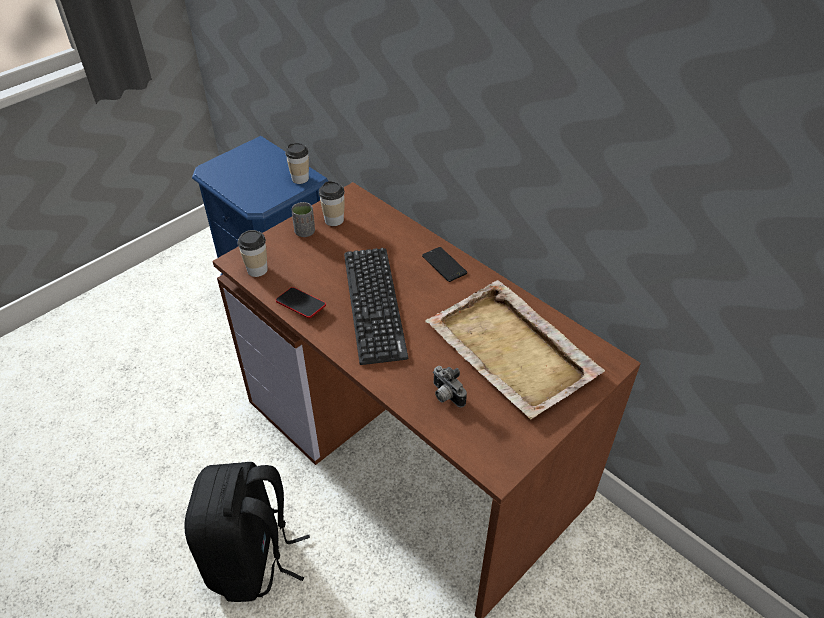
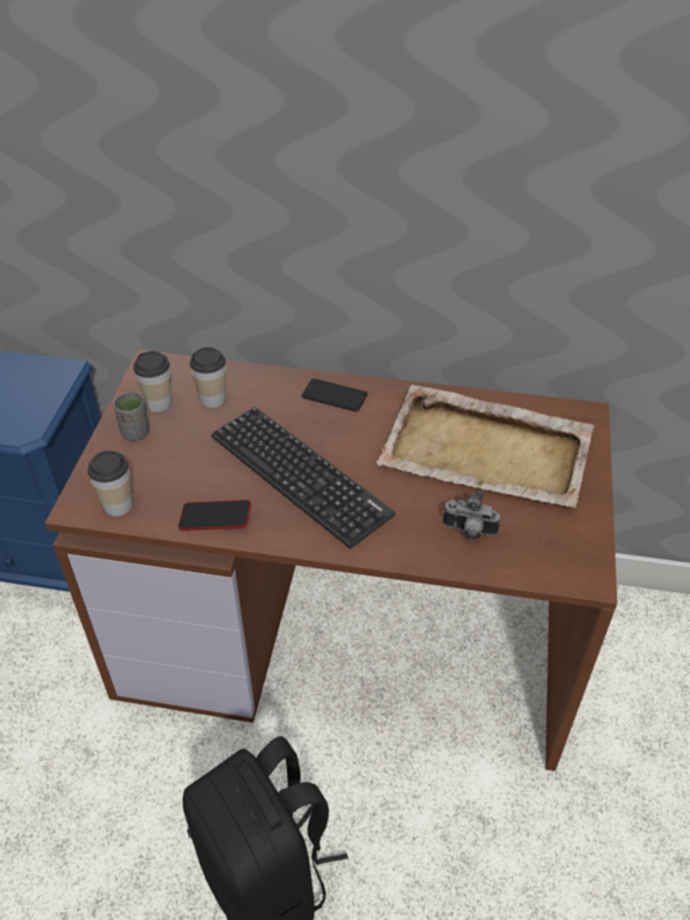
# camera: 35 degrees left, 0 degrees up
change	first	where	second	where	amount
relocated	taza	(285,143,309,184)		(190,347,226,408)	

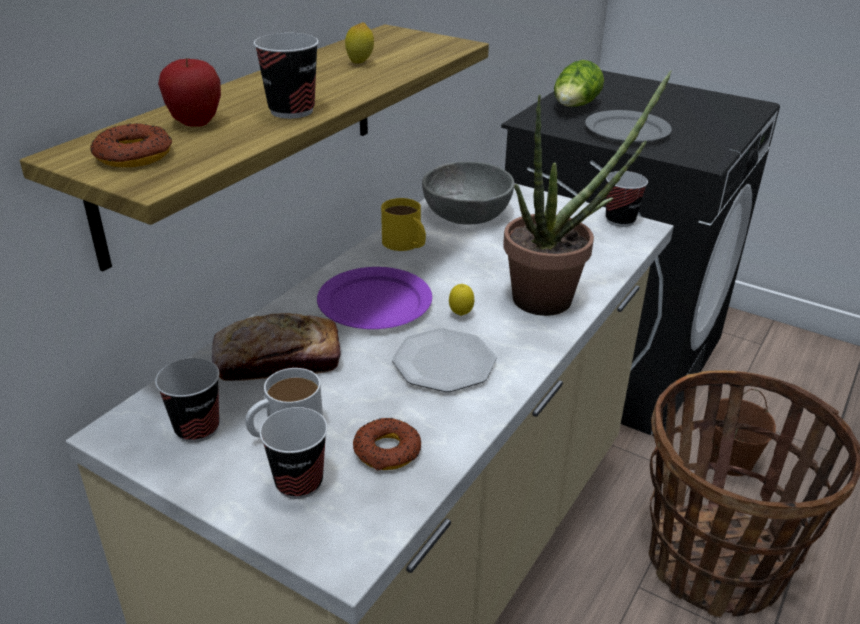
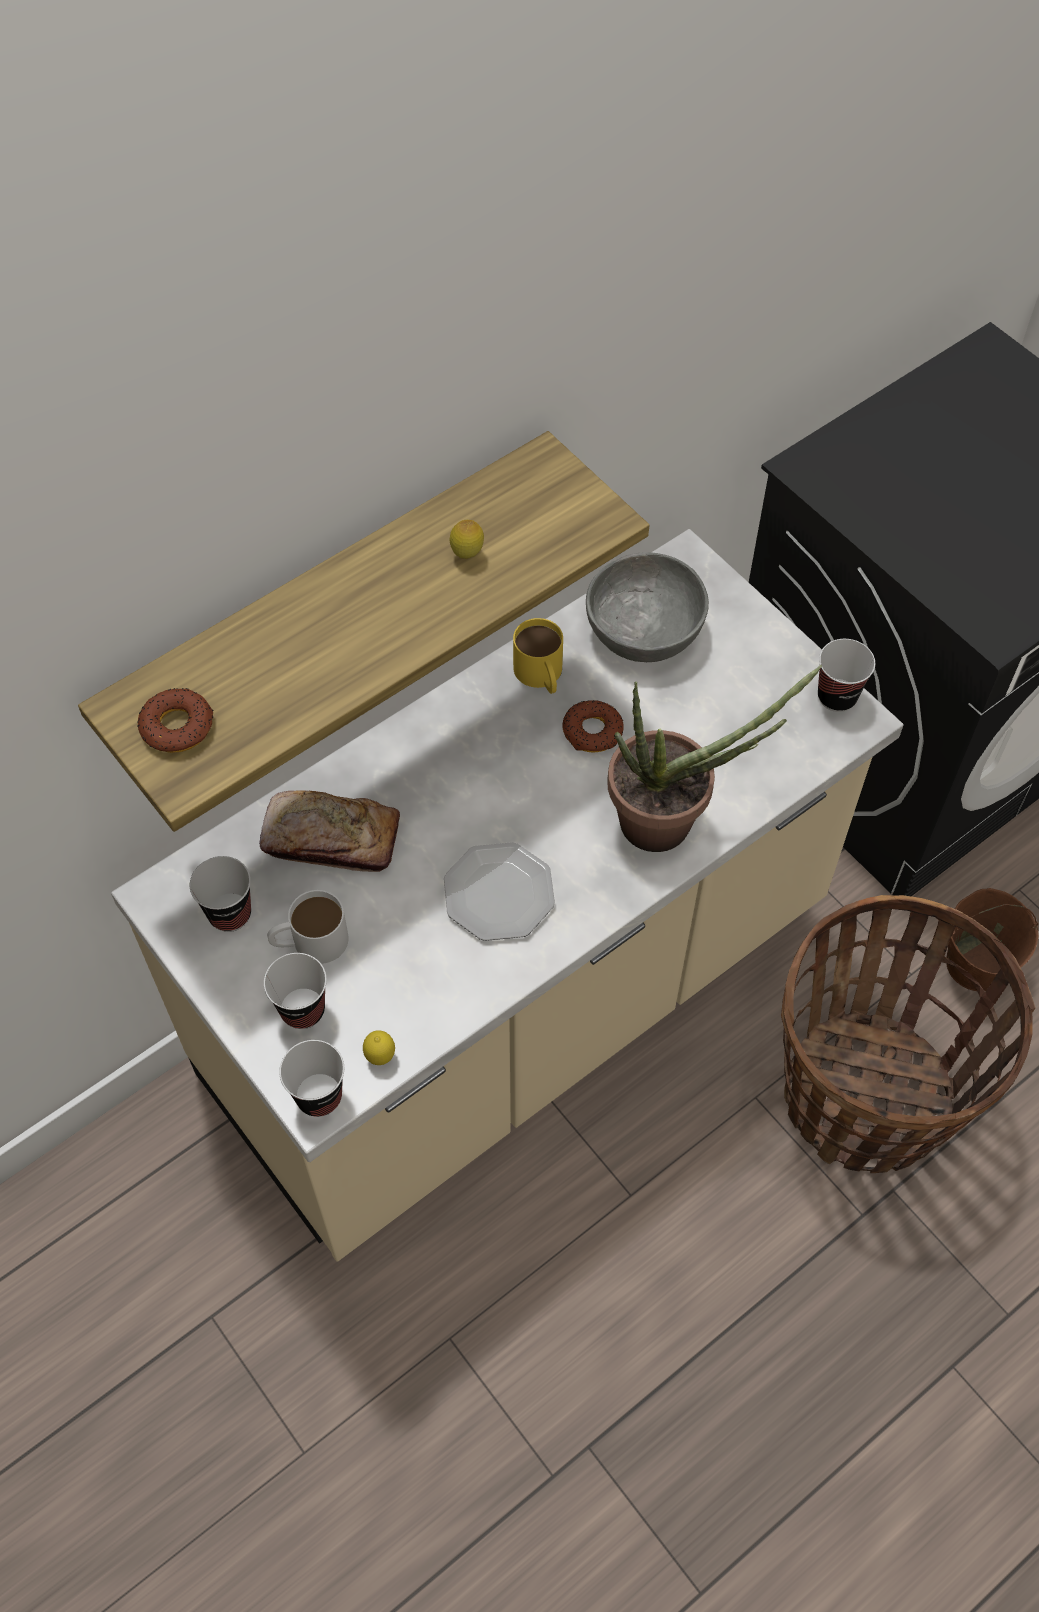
# camera: 20 degrees right, 25 degrees up
change	first	where	second	where	amount
relocated	taza	(254,33,319,119)		(279,1040,344,1117)	
missing	manzana	(158,58,221,127)			
missing	lechuga	(554,60,604,107)			
missing	plato (gris)	(585,110,672,143)			
missing	plato (morado)	(317,267,432,329)			
relocated	limón	(449,284,474,316)		(363,1030,395,1065)	
relocated	rosquilla	(353,418,421,471)		(562,700,624,752)	

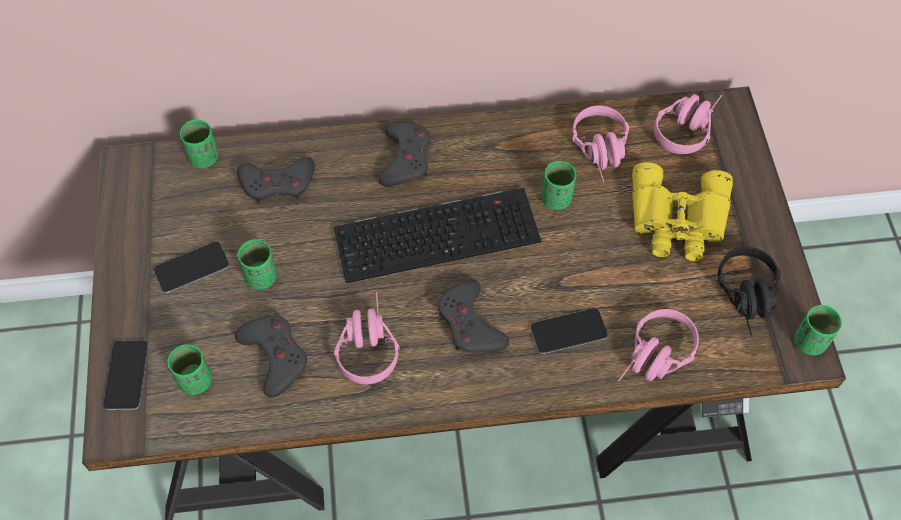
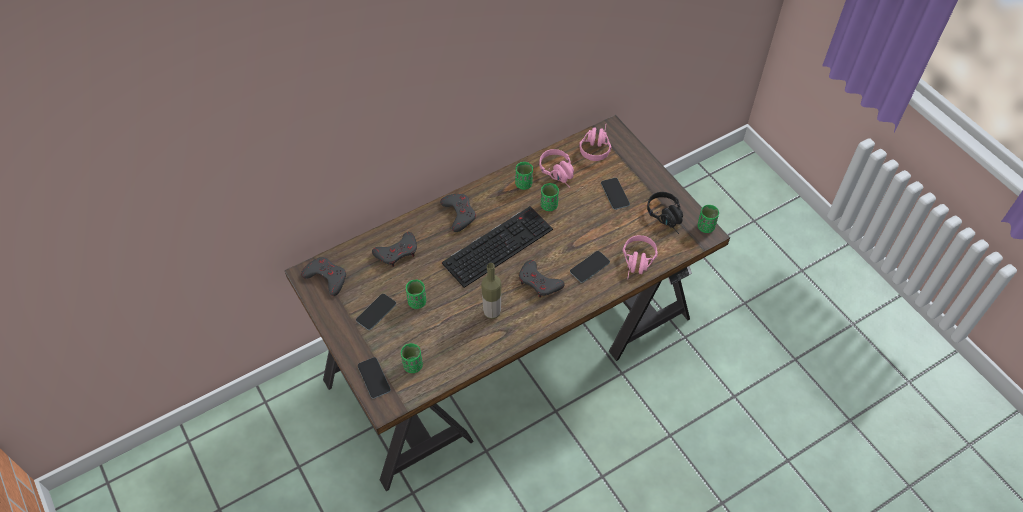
# camera: 25 degrees left, 5 degrees down
change	first	where	second	where	amount
relocated	taza (verde)	(180,120,218,168)		(515,162,533,190)	
exchanged	prismáticos (amarillo)	(632,162,733,261)	móvil	(601,178,630,210)	
exchanged	auriculares (rosa)	(334,292,400,384)	botella	(481,263,501,319)	
relocated	mando de consola (gris)	(235,316,307,398)		(301,257,346,296)	

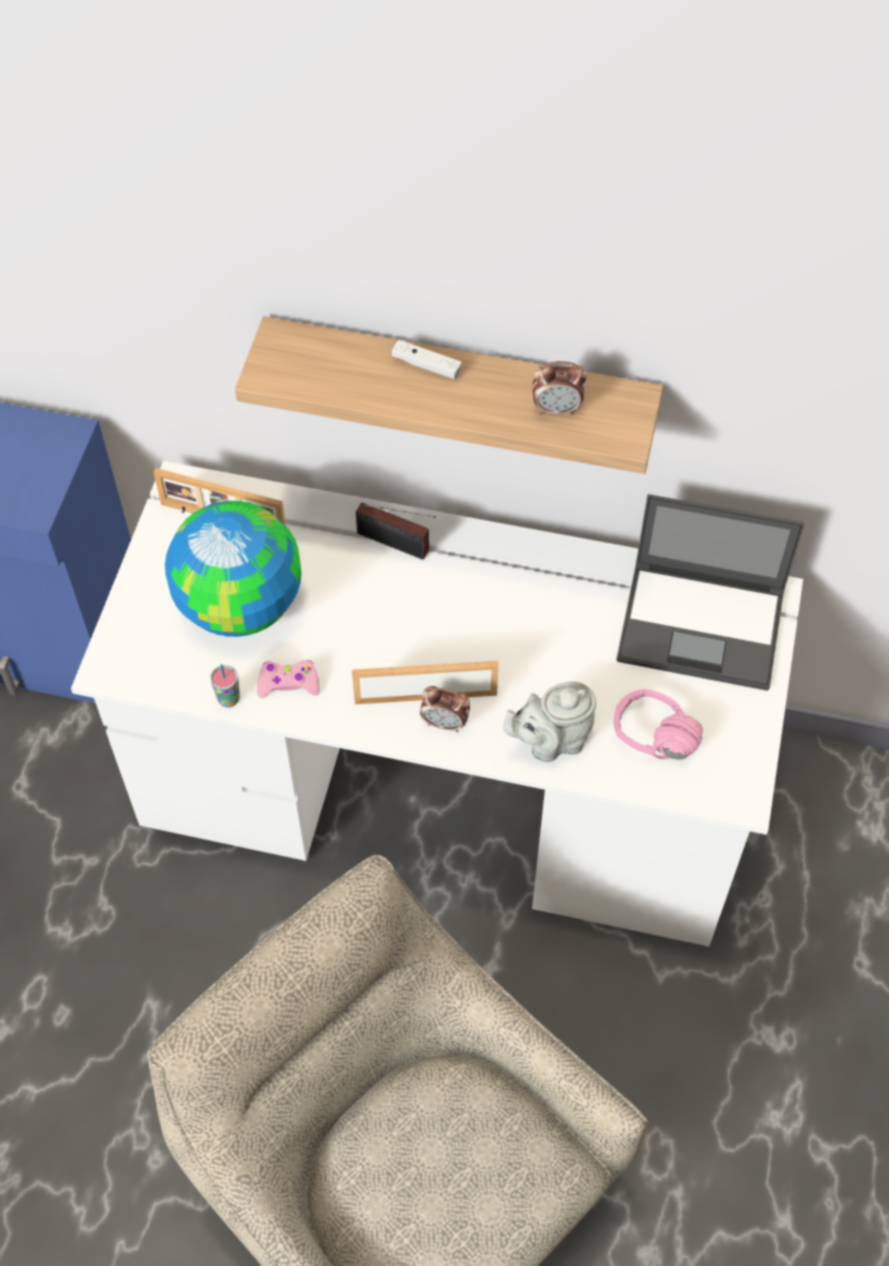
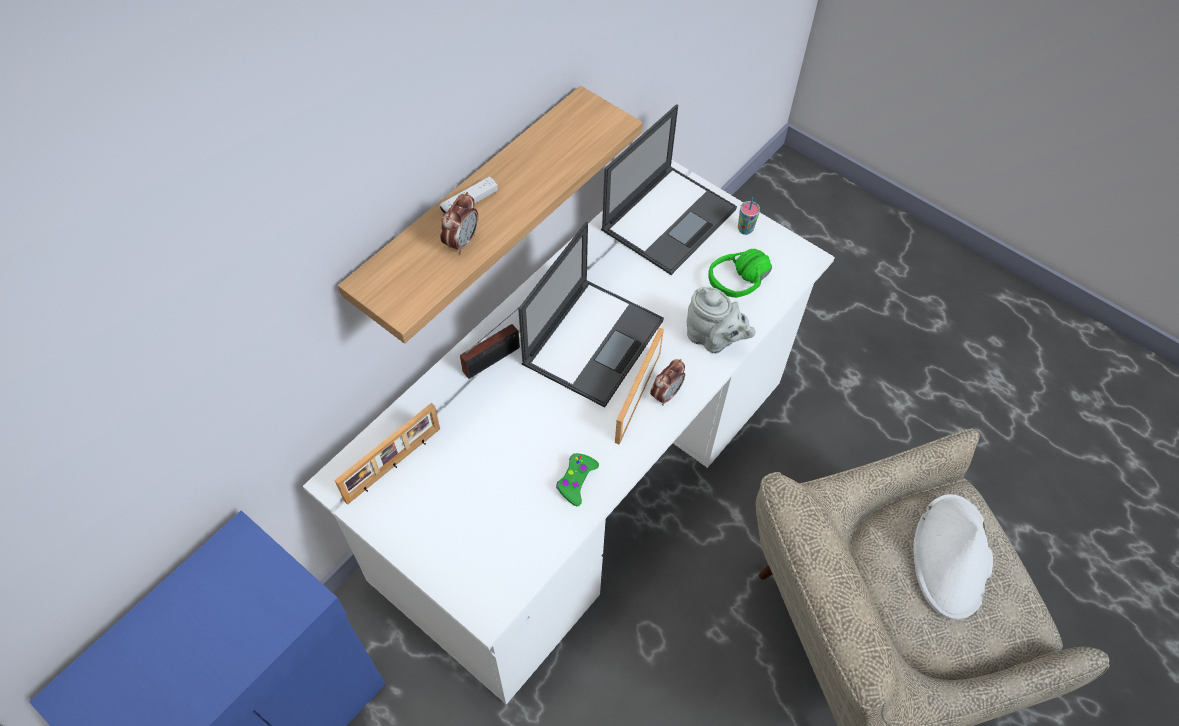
# camera: 65 degrees left, 0 degrees up
change	first	where	second	where	amount
relocated	despertador	(532,361,587,415)		(440,192,478,255)	
missing	globo terráqueo	(165,501,301,637)			
colour	mando de consola (rosa)	(257,660,320,698)	mando de consola (verde)	(556,453,599,506)	
relocated	taza	(210,664,240,708)		(738,197,760,235)	
spun	tetera (gris)	(503,681,596,762)		(686,287,755,353)	60 degrees counterclockwise
colour	auriculares (rosa)	(614,689,703,760)	auriculares (verde)	(708,249,772,298)	
appeared			portátil	(518,222,664,407)	
appeared			sombrero (blanco)	(913,494,993,620)	

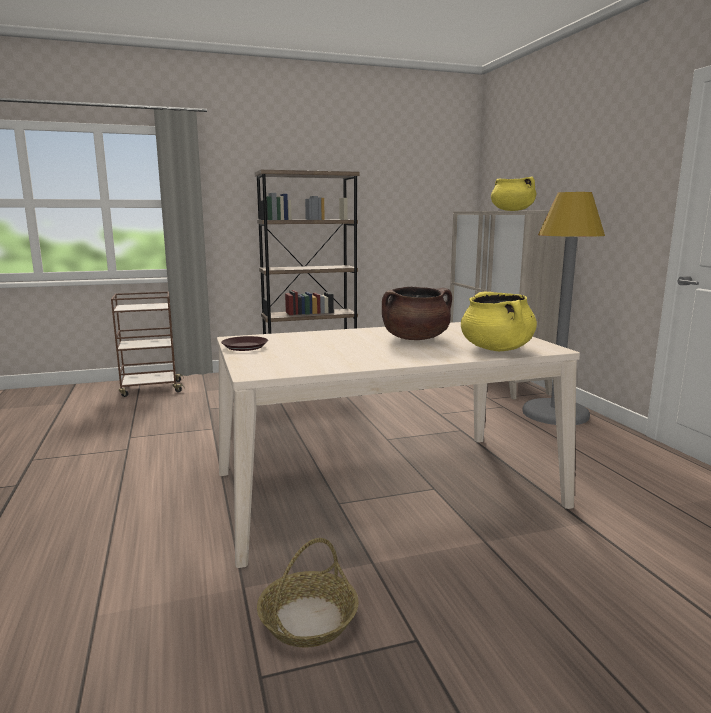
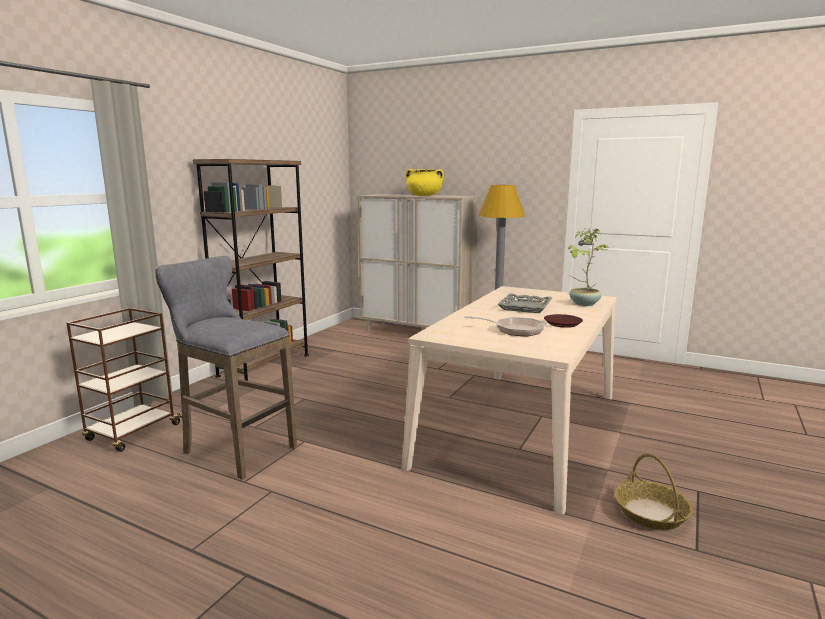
# camera: 45 degrees left, 0 degrees up
change	first	where	second	where	amount
exchanged	olla (marrón)	(382,286,452,340)	bandeja (gris)	(498,294,552,313)	
exchanged	olla (amarillo)	(461,292,537,351)	planta en maceta	(568,228,609,306)	
relocated	plato (marrón)	(221,336,268,351)		(544,314,583,328)	
appeared			taburete (gris)	(155,256,297,480)	
appeared			sartén	(464,316,545,337)	

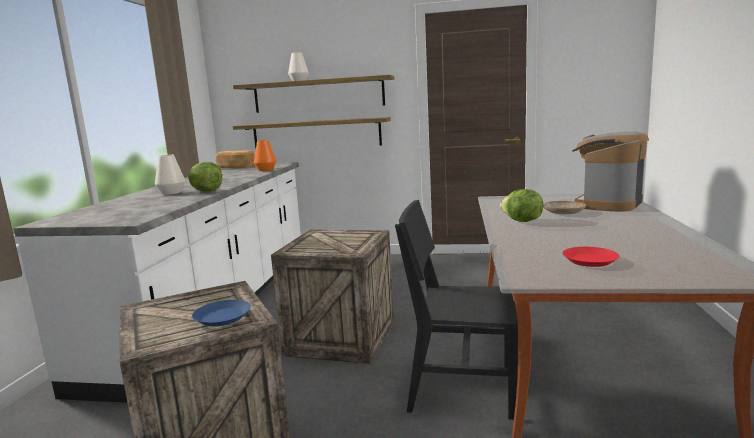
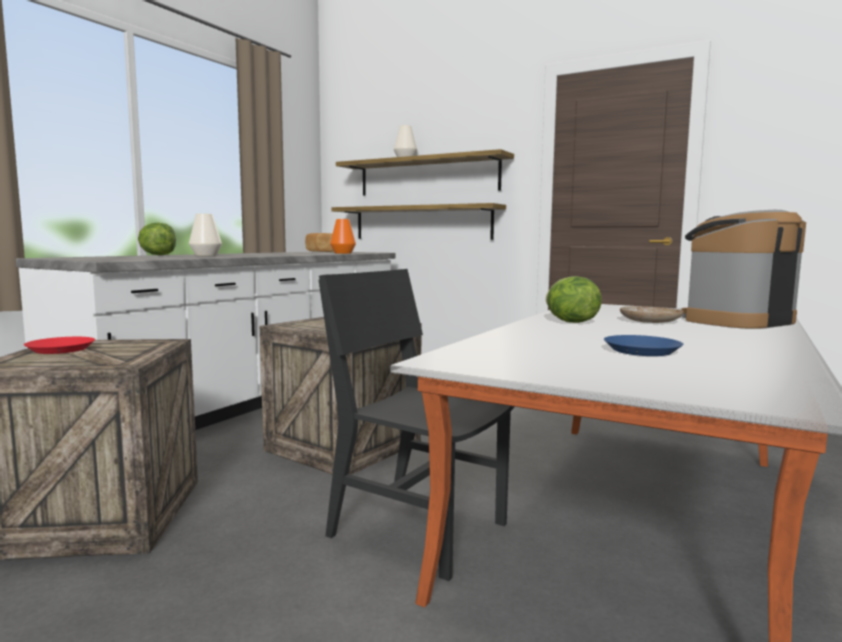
# camera: 20 degrees right, 5 degrees down
change	first	where	second	where	amount
relocated	lechuga	(188,162,222,192)		(138,223,176,255)	
relocated	plato (rojo)	(562,247,619,267)		(24,337,95,354)	
relocated	plato (azul)	(192,300,251,326)		(604,335,683,356)	

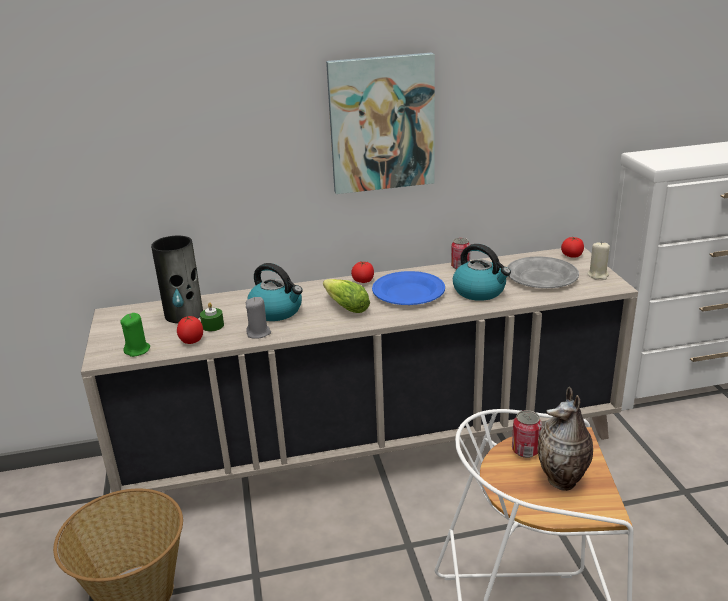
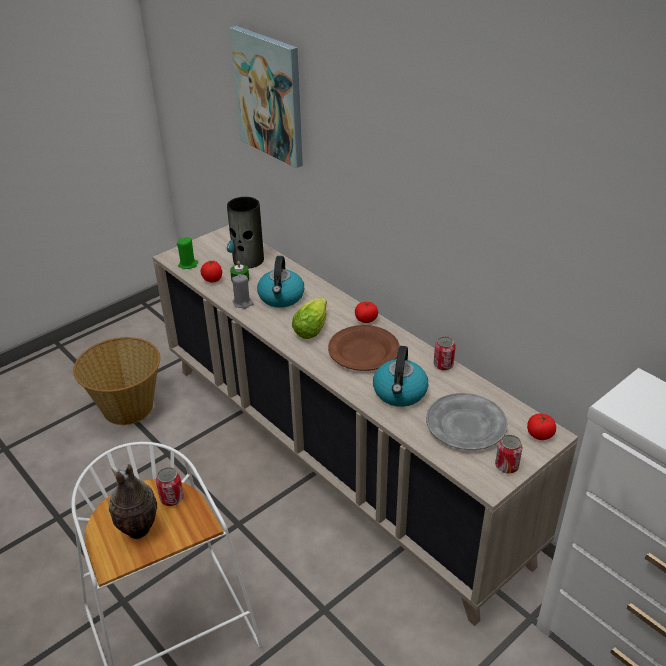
# camera: 60 degrees right, 10 degrees up
change	first	where	second	where	amount
relocated	cuadro	(326,53,435,194)		(230,26,303,168)	
exchanged	vela (beis)	(587,242,610,280)	lata	(495,435,522,474)	
colour	plato (azul)	(372,271,445,305)	plato (marrón)	(328,325,400,371)	

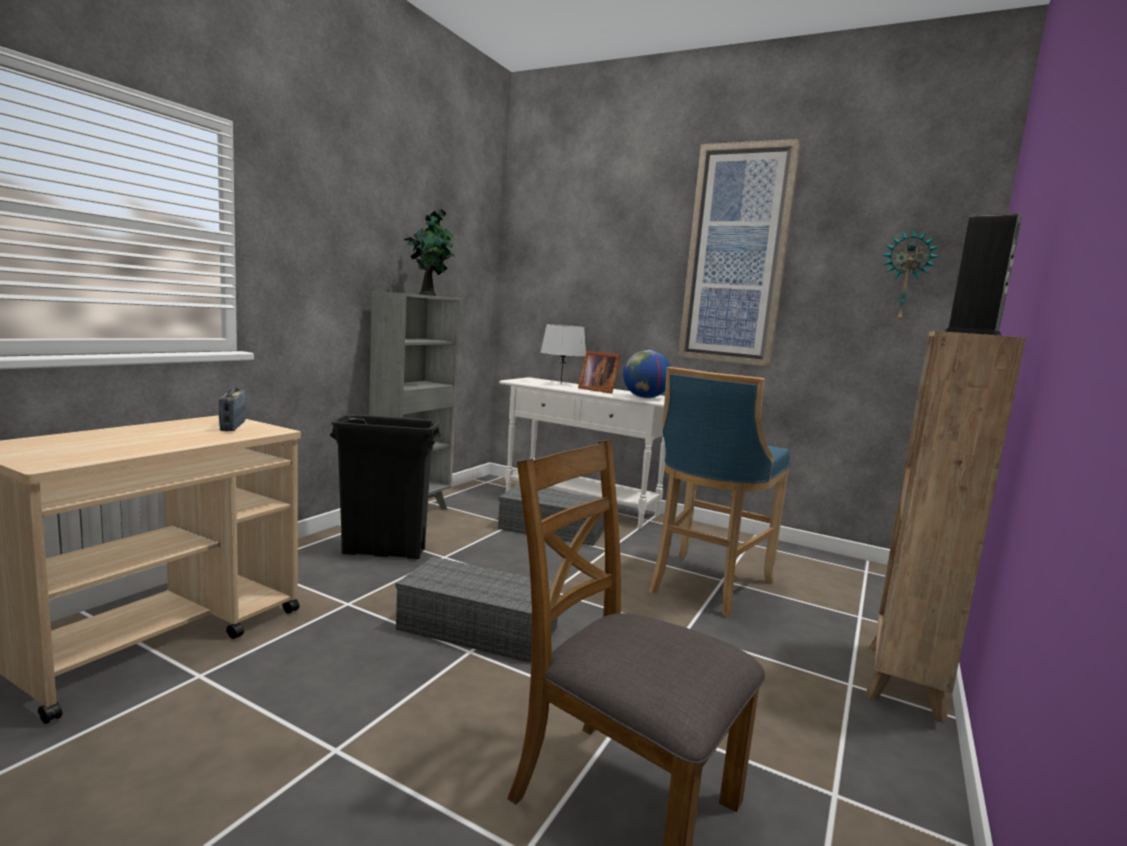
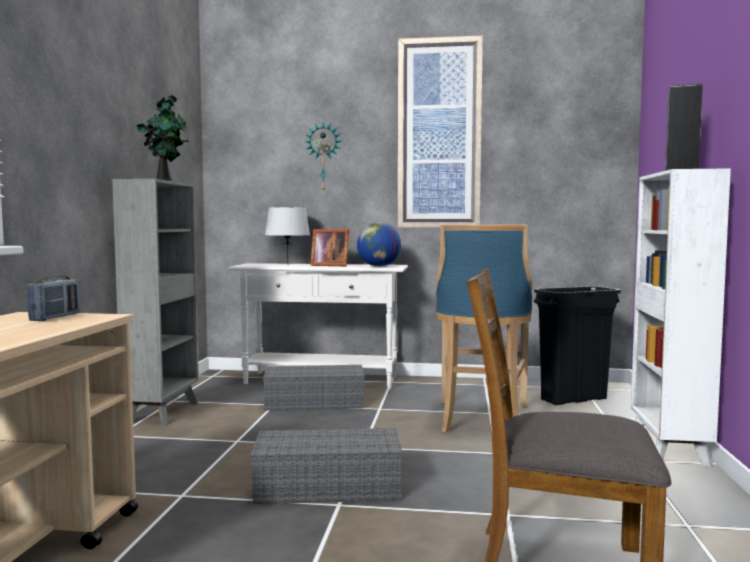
# camera: 20 degrees left, 5 degrees down
change	first	where	second	where	amount
relocated	reloj de pared	(883,230,940,321)		(305,122,342,193)	
colour	estantería (marrón)	(864,331,1026,722)	estantería (blanco)	(631,168,731,468)	
spun	radio	(219,388,247,431)		(27,276,80,321)	135 degrees counterclockwise
relocated	papelera (negro)	(330,414,441,559)		(534,286,621,405)	

